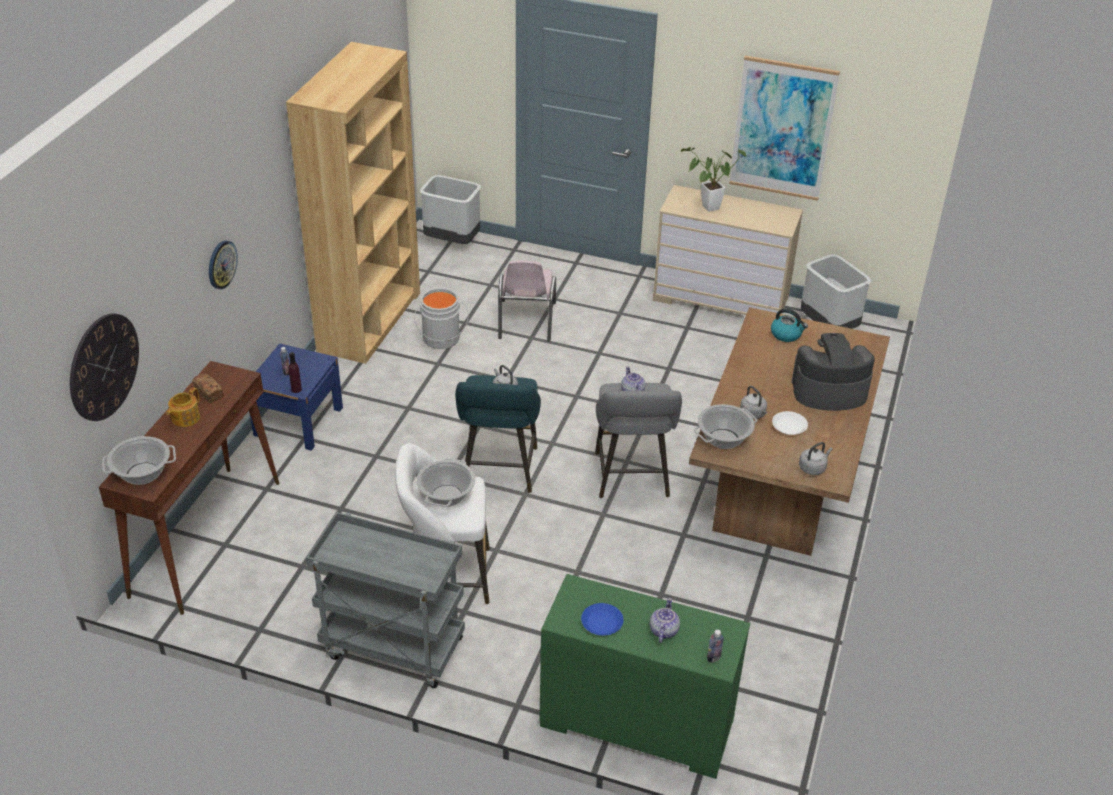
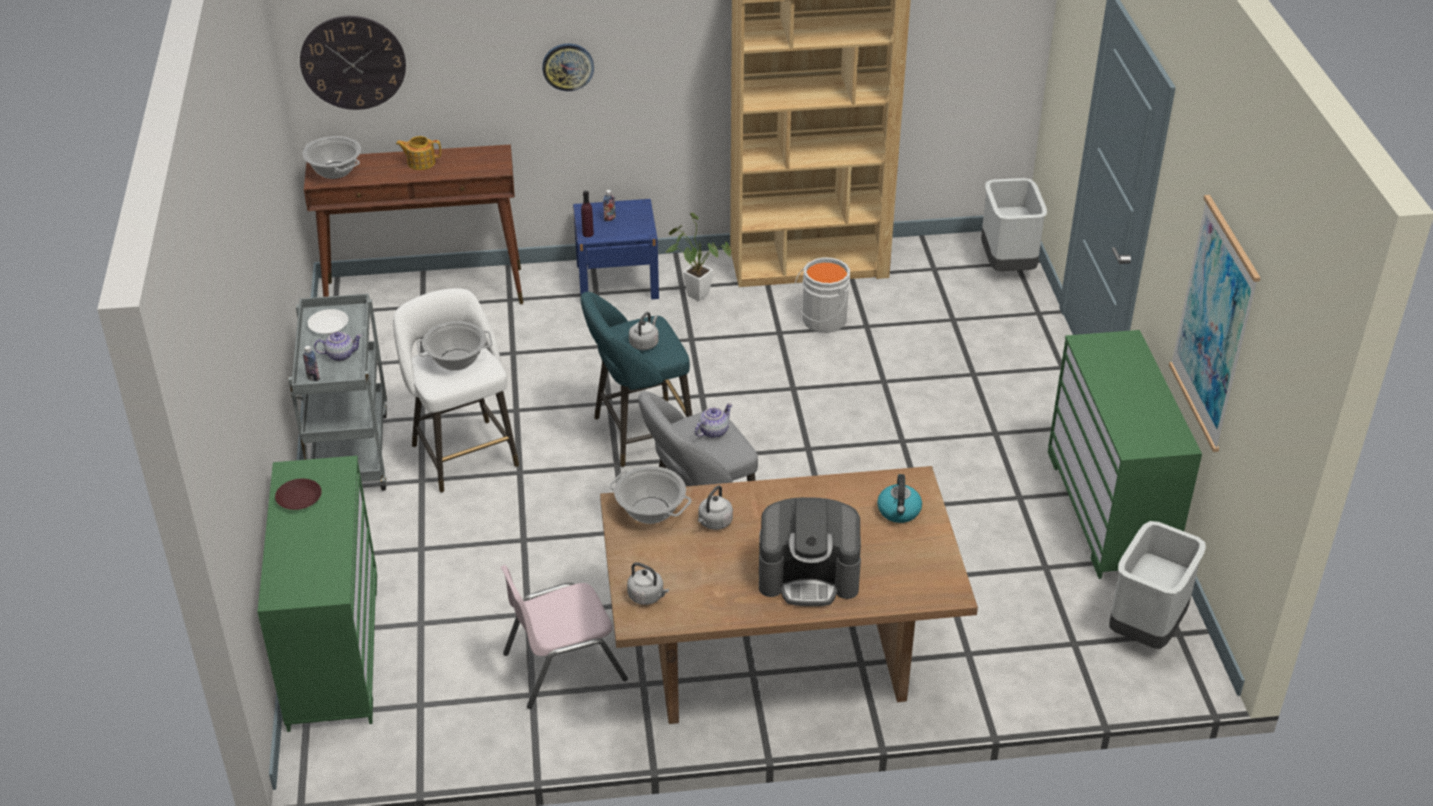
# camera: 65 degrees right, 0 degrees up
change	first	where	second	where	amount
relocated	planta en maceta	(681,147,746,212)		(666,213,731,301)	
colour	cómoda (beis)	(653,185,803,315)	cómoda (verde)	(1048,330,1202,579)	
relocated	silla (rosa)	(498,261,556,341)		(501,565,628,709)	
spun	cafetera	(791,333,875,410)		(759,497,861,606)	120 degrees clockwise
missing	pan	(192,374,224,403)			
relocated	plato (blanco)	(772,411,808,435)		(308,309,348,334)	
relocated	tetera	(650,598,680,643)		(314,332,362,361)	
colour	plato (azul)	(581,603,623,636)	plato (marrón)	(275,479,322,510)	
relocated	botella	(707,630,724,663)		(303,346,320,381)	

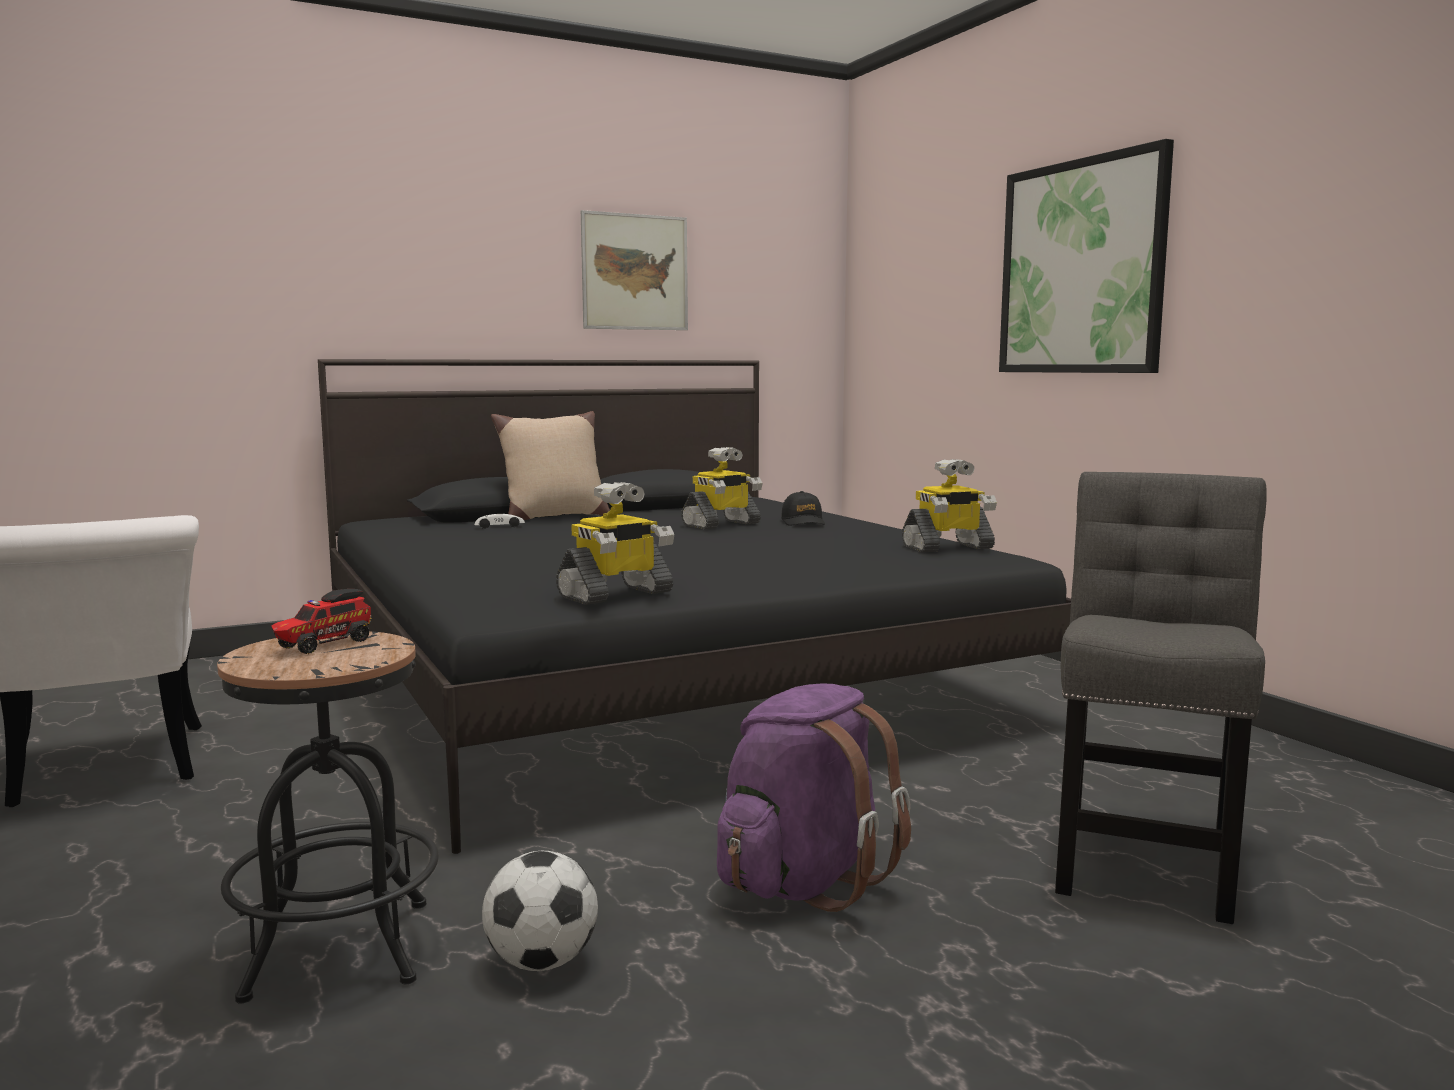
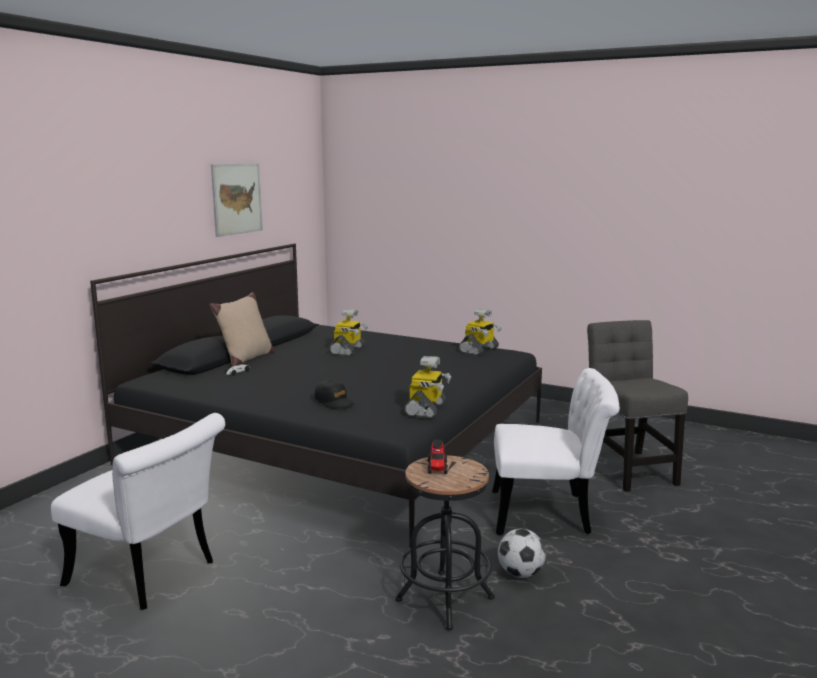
# camera: 35 degrees left, 5 degrees up
change	first	where	second	where	amount
missing	cuadro	(999,139,1174,373)			
relocated	gorra (negro)	(781,491,825,526)		(314,380,354,409)	
exchanged	mochila (morado)	(717,683,911,912)	silla (blanco)	(492,368,620,535)	

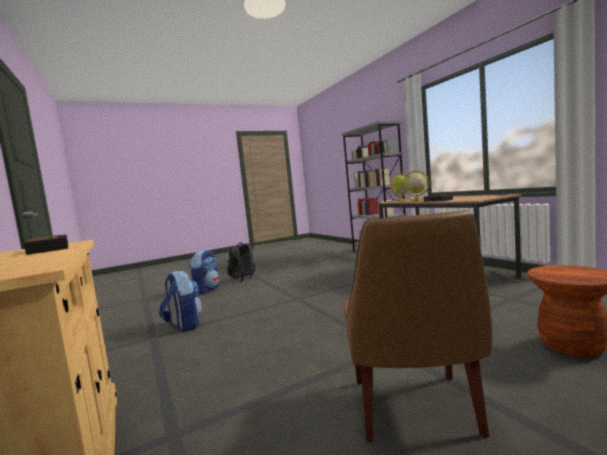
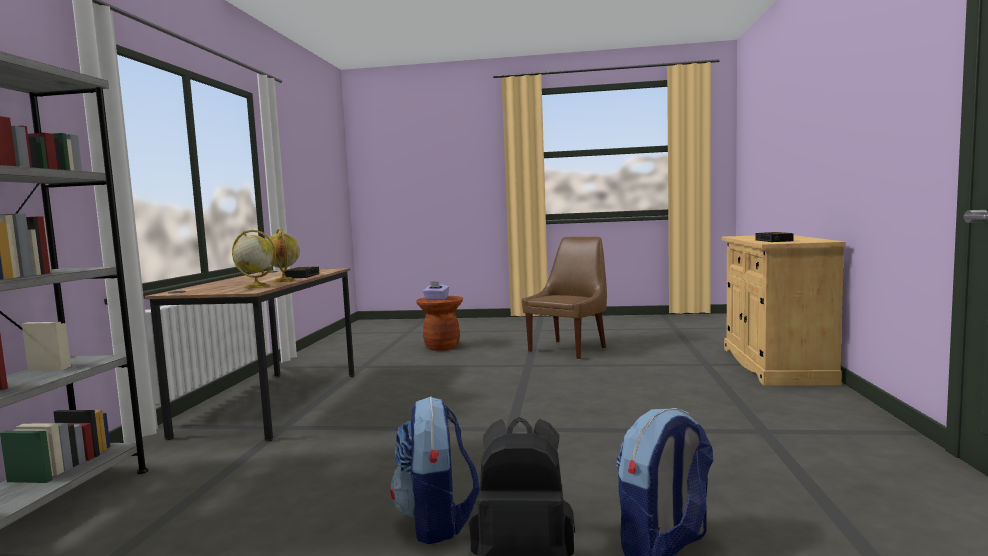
# camera: 145 degrees left, 0 degrees up
change	first	where	second	where	amount
relocated	mochila	(159,271,202,331)		(390,396,480,545)	
appeared			caja de pañuelos (morado)	(423,281,449,300)	

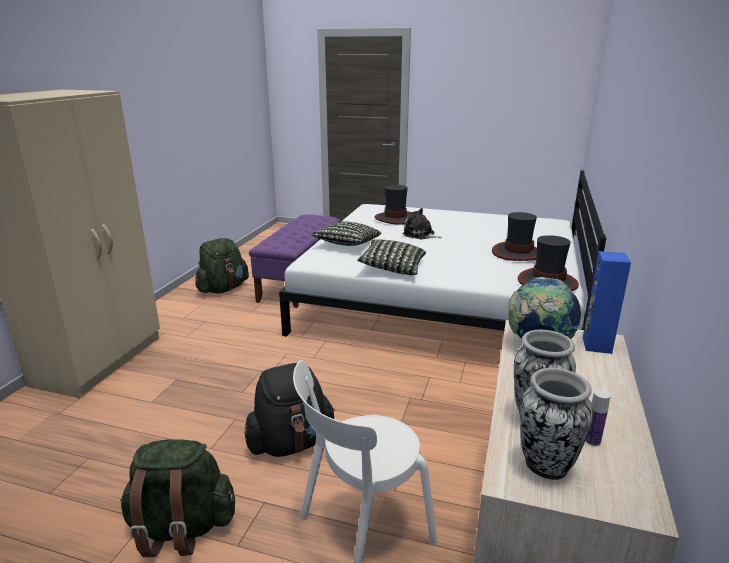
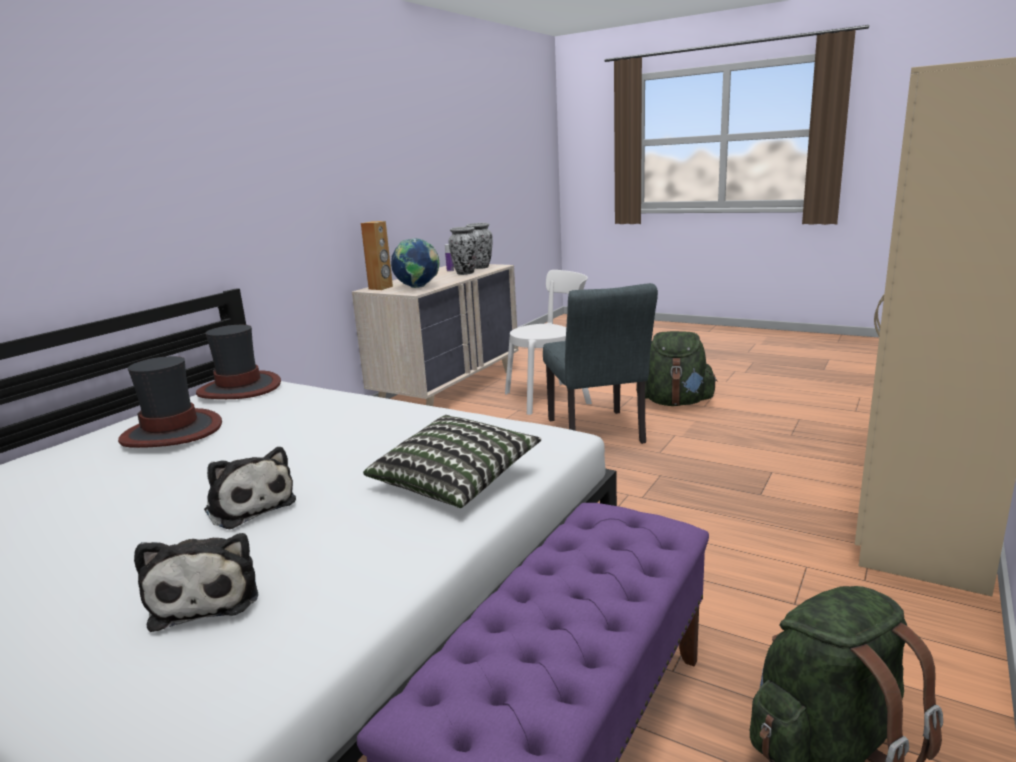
# camera: 165 degrees left, 5 degrees down
change	first	where	second	where	amount
exchanged	sombrero	(375,185,412,225)	peluche	(134,533,258,632)	
missing	cojín	(357,239,426,275)			
colour	altavoz (azul)	(583,251,631,354)	altavoz (marrón)	(361,221,393,290)	
exchanged	mochila (negro)	(244,363,335,457)	silla (gris)	(543,283,658,444)	

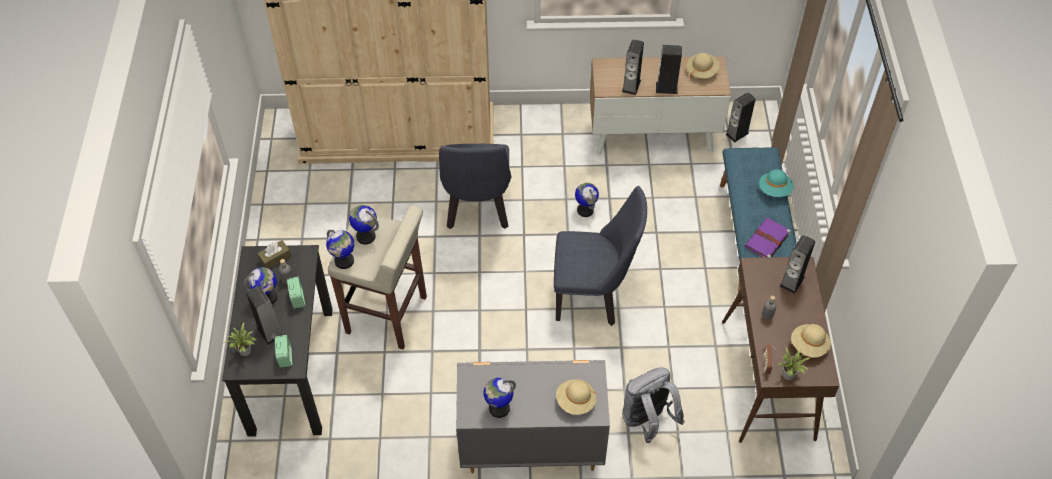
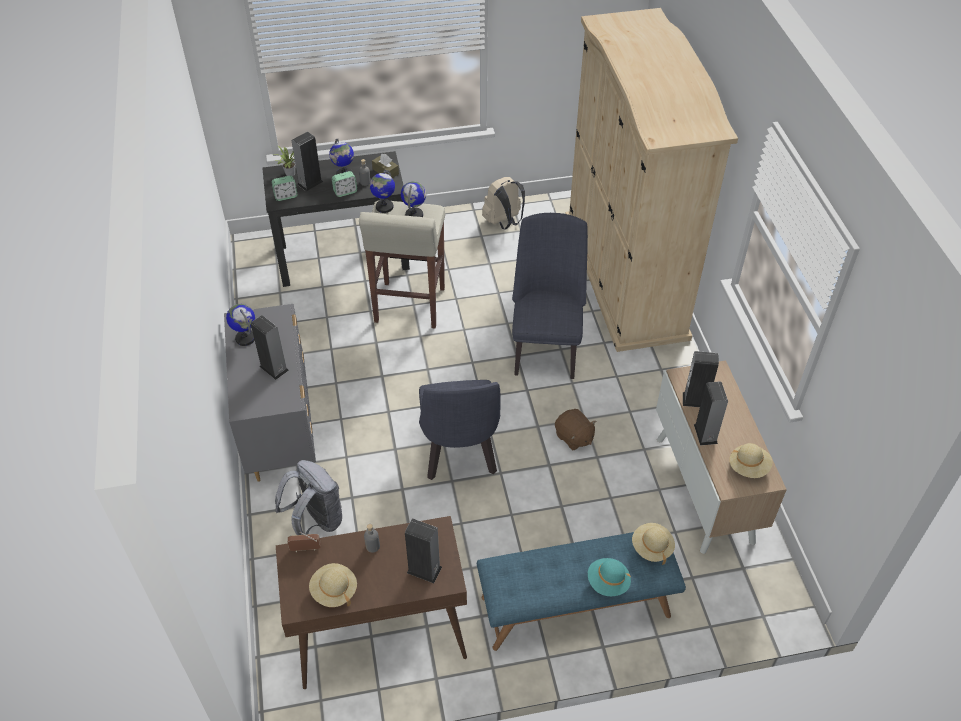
# camera: 80 degrees right, 5 degrees down
change	first	where	second	where	amount
relocated	altavoz	(726,92,756,142)		(251,315,289,380)	
spun	silla (azul)	(439,144,512,229)		(512,213,588,379)	105 degrees clockwise
exchanged	globo terráqueo	(575,183,599,217)	peluche (marrón)	(555,409,596,450)	
missing	libro (morado)	(745,218,791,258)			
missing	planta en maceta	(779,348,811,380)			
relocated	sombrero (beis)	(556,379,597,415)		(632,523,675,565)	
appeared			mochila (beis)	(482,177,525,230)	

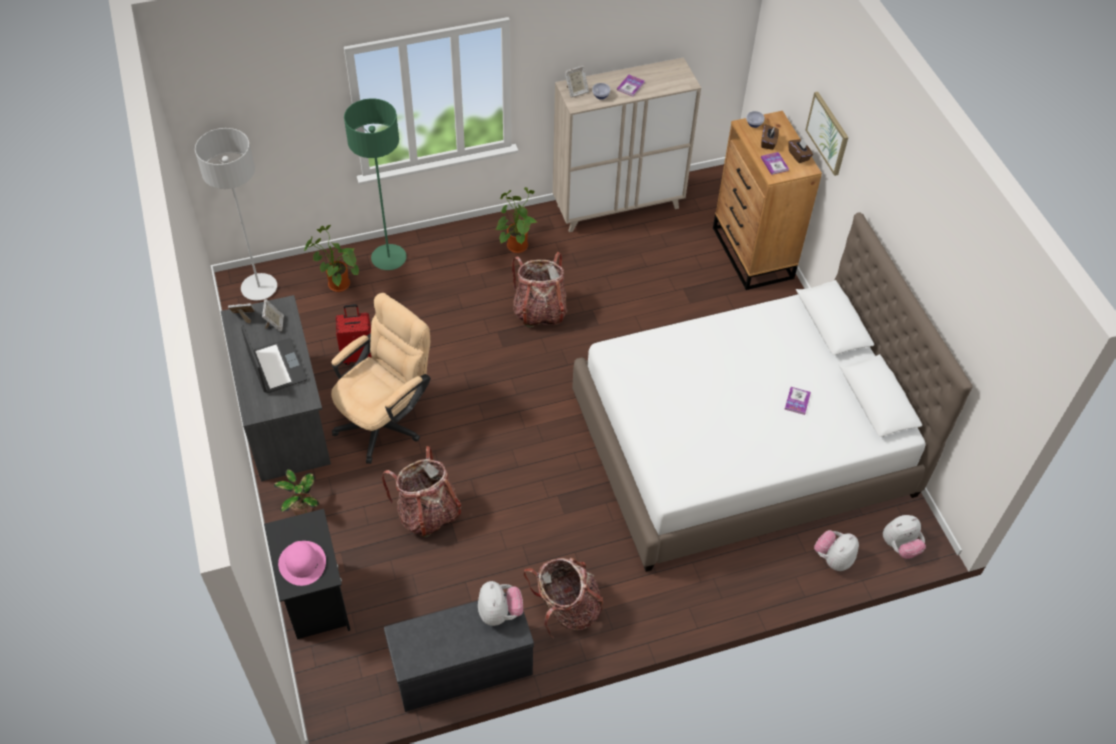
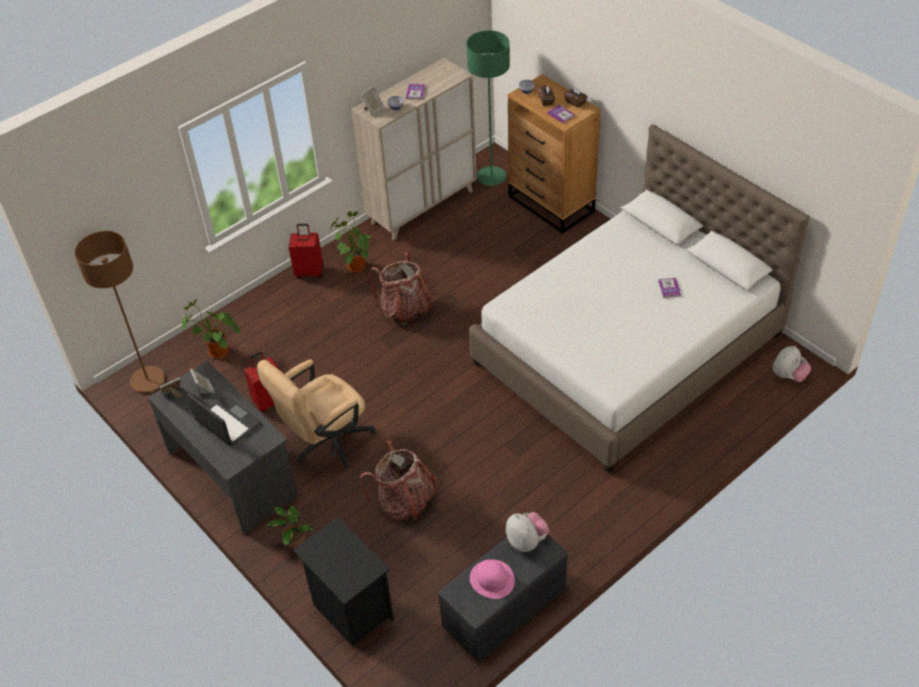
# camera: 20 degrees left, 5 degrees down
change	first	where	second	where	amount
missing	cuadro	(805,92,848,176)			
relocated	lámpara de pie (verde)	(344,99,407,270)		(466,30,510,186)	
colour	lámpara de pie (gris)	(195,128,277,300)	lámpara de pie (marrón)	(74,231,165,392)	
spun	silla de oficina (beis)	(331,293,431,464)		(257,359,376,468)	150 degrees counterclockwise
missing	peluche	(814,530,859,571)			
relocated	sombrero (rosa)	(278,541,326,586)		(470,560,515,599)	
missing	mochila	(523,558,604,638)			
appeared			maleta (rojo)	(289,224,324,279)	

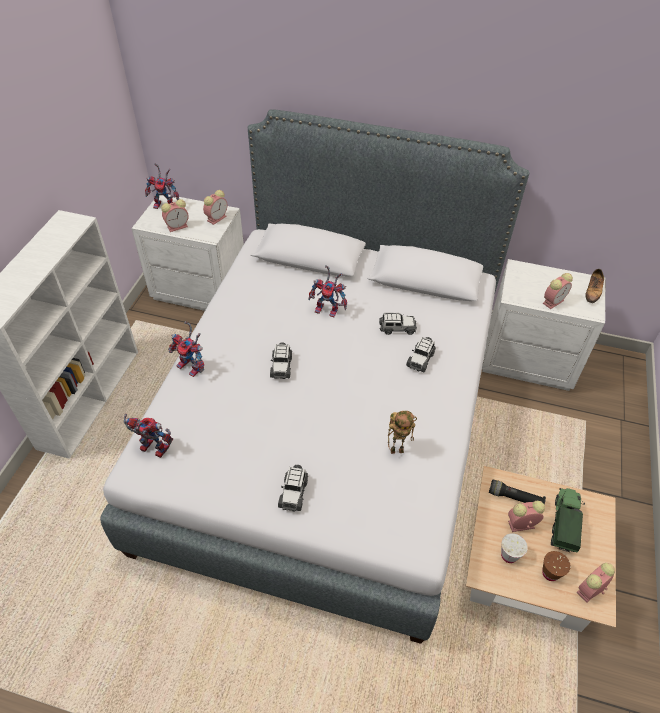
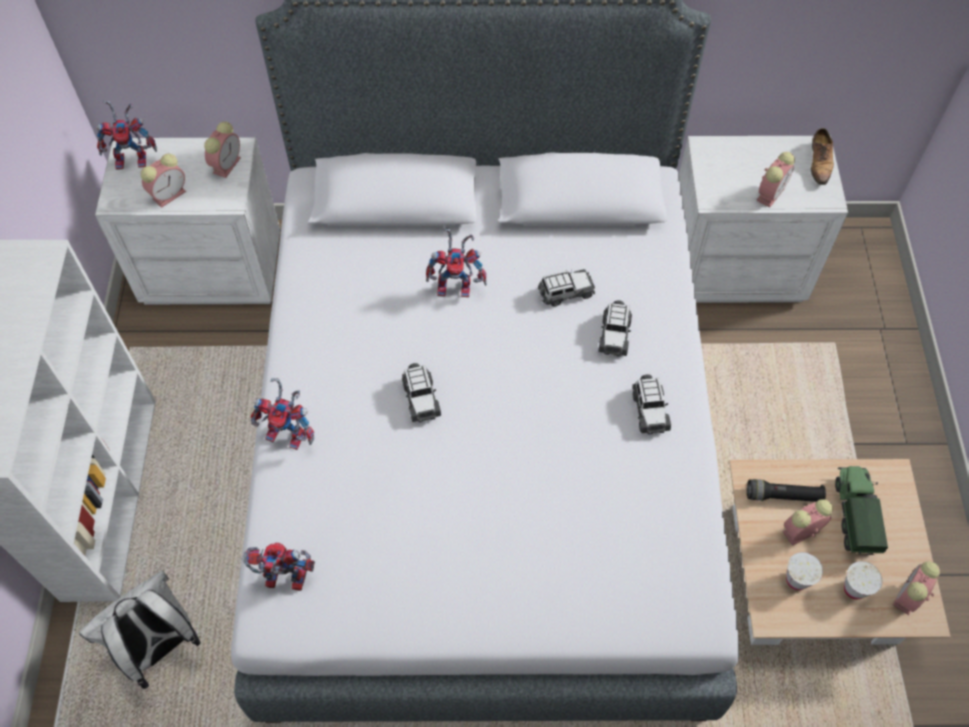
# camera: 15 degrees left, 10 degrees up
change	first	where	second	where	amount
missing	robot de juguete	(388,411,417,454)			
relocated	coche de juguete	(278,465,308,512)		(633,374,671,434)	
colour	taza (marrón)	(542,551,571,581)	taza (blanco)	(844,561,882,599)	
appeared			mochila (blanco)	(79,570,201,689)	

